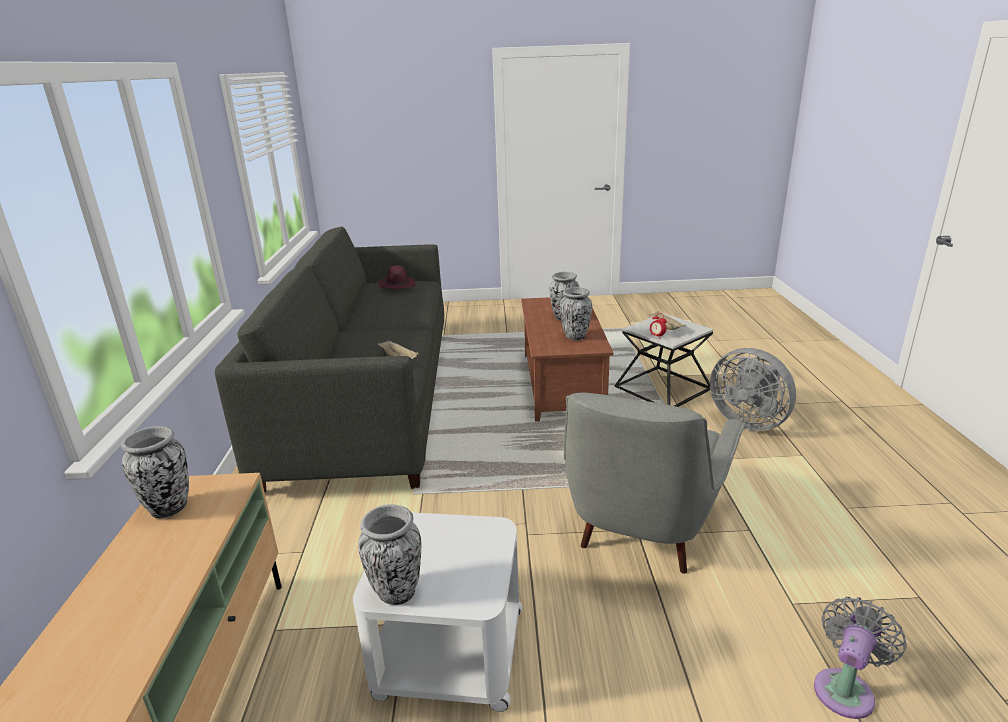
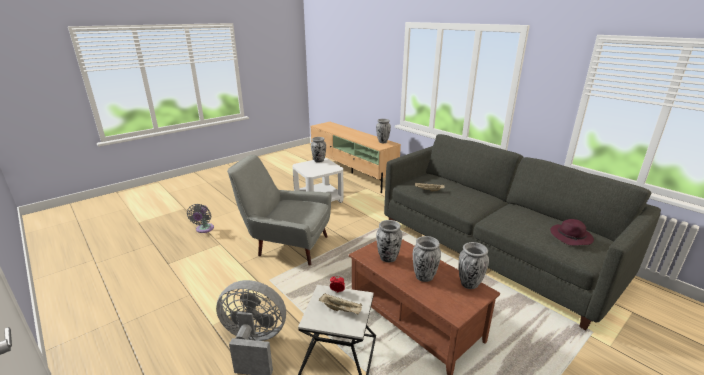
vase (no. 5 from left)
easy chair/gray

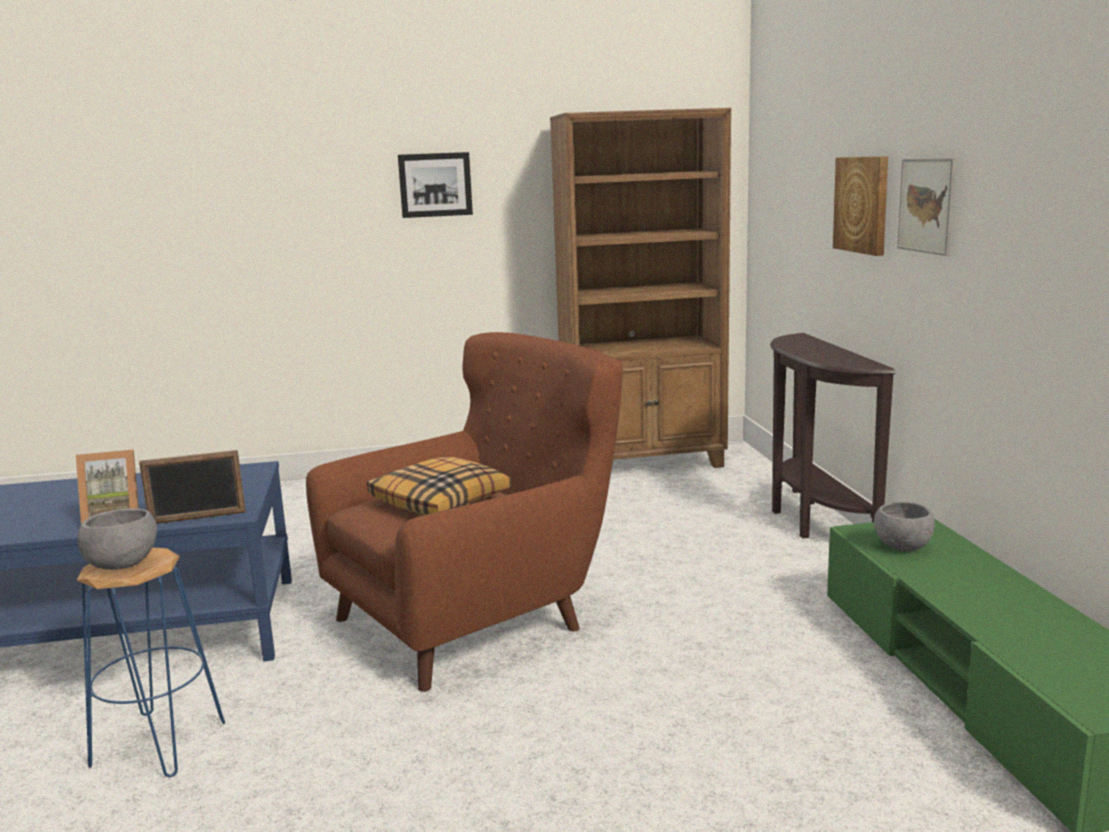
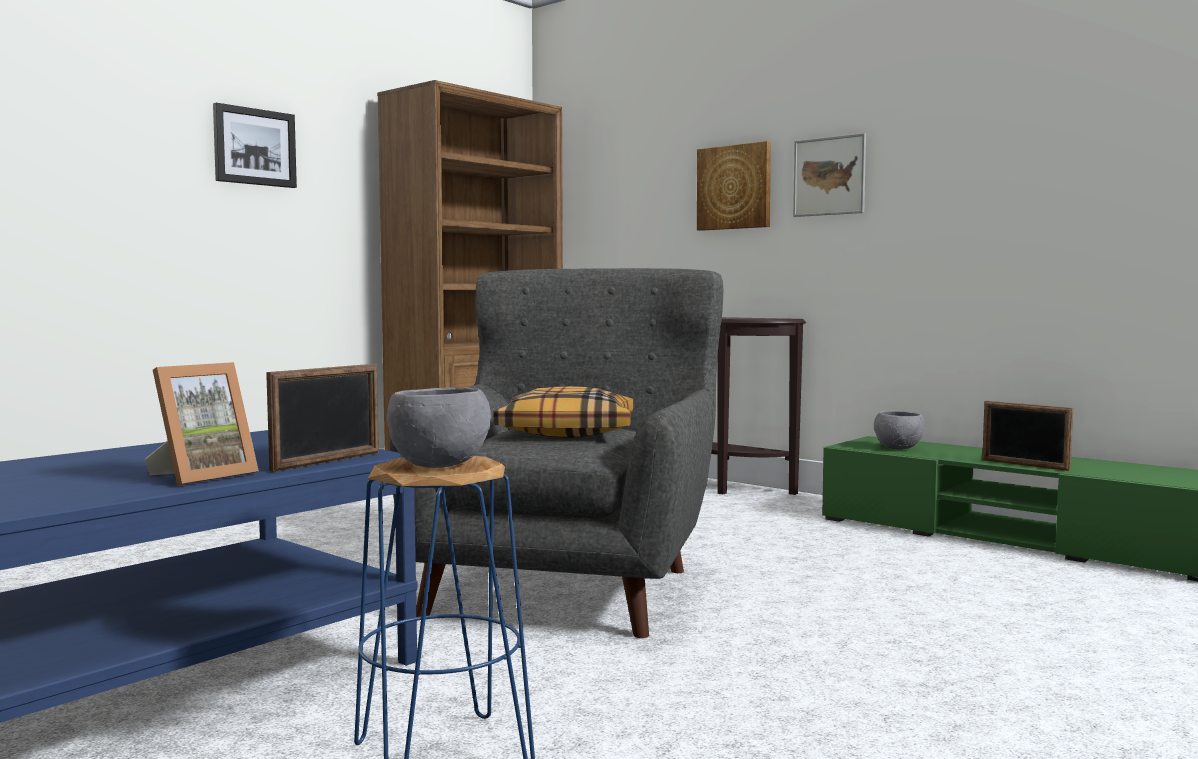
photo frame (no. 3 from left)
easy chair/gray

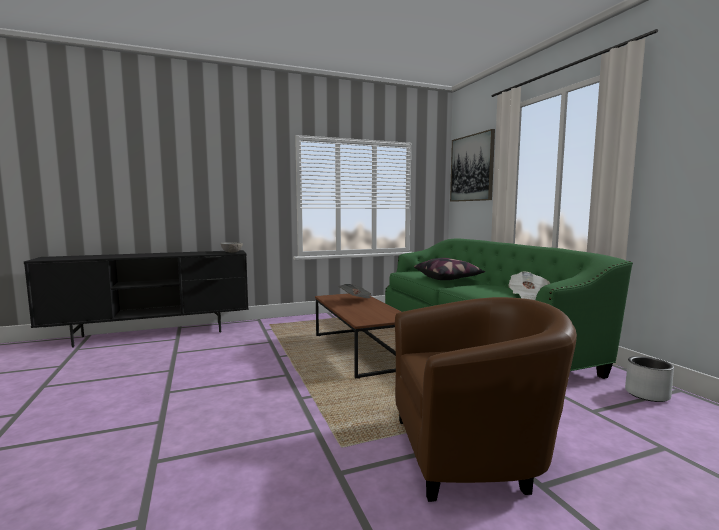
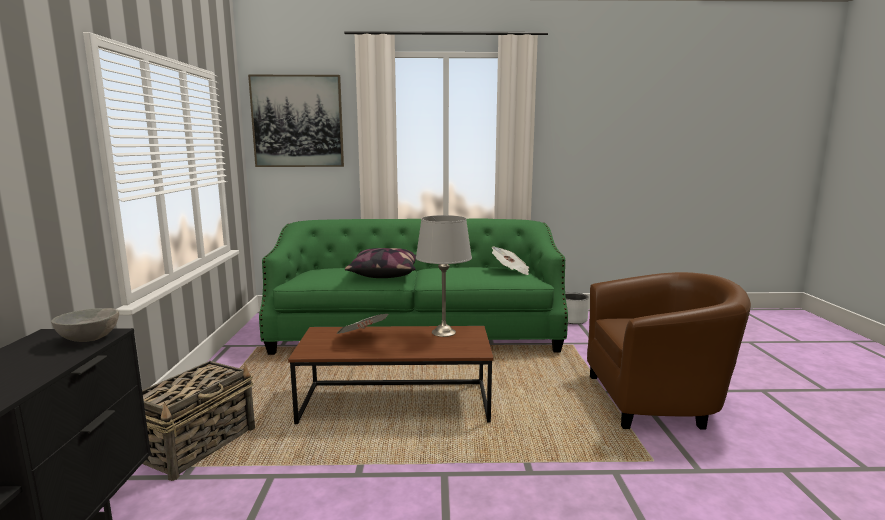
basket
tabletop lamp/gray
easy chair/brownish

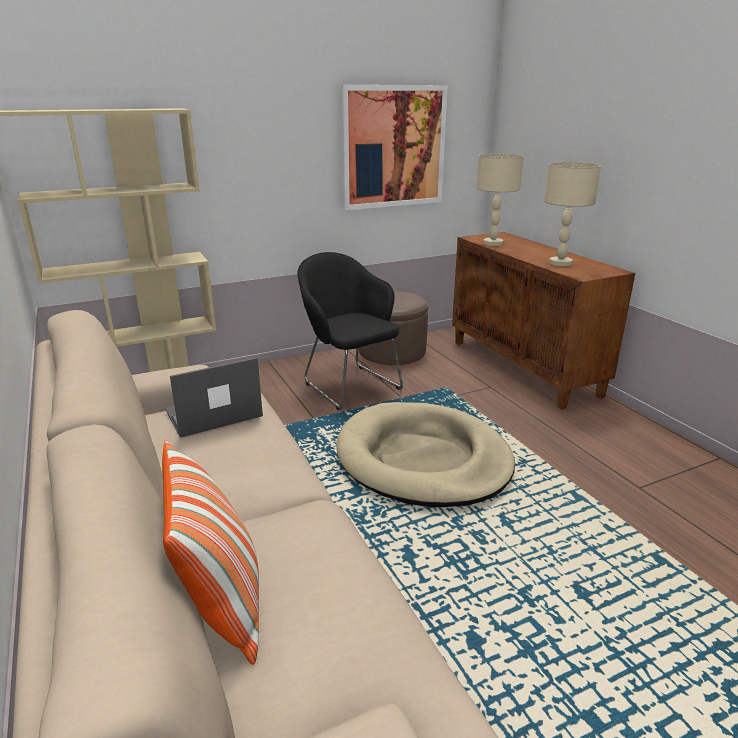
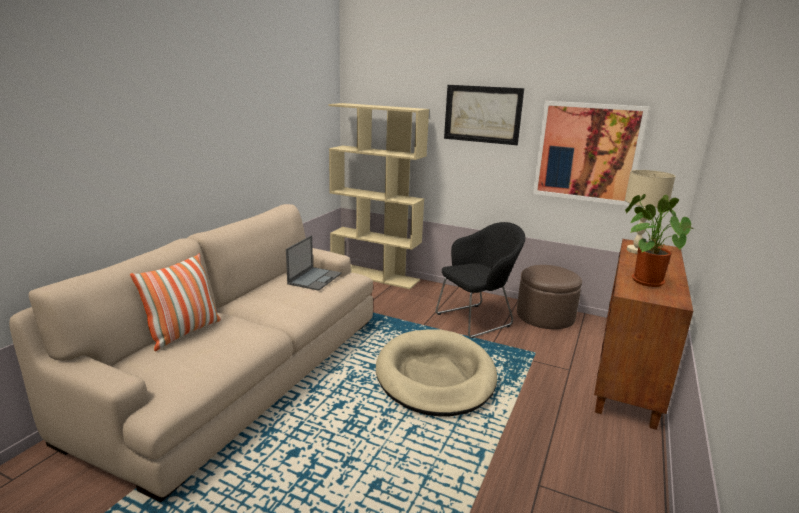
wall art (no. 1 from left)
houseplant
laptop
easy chair/black

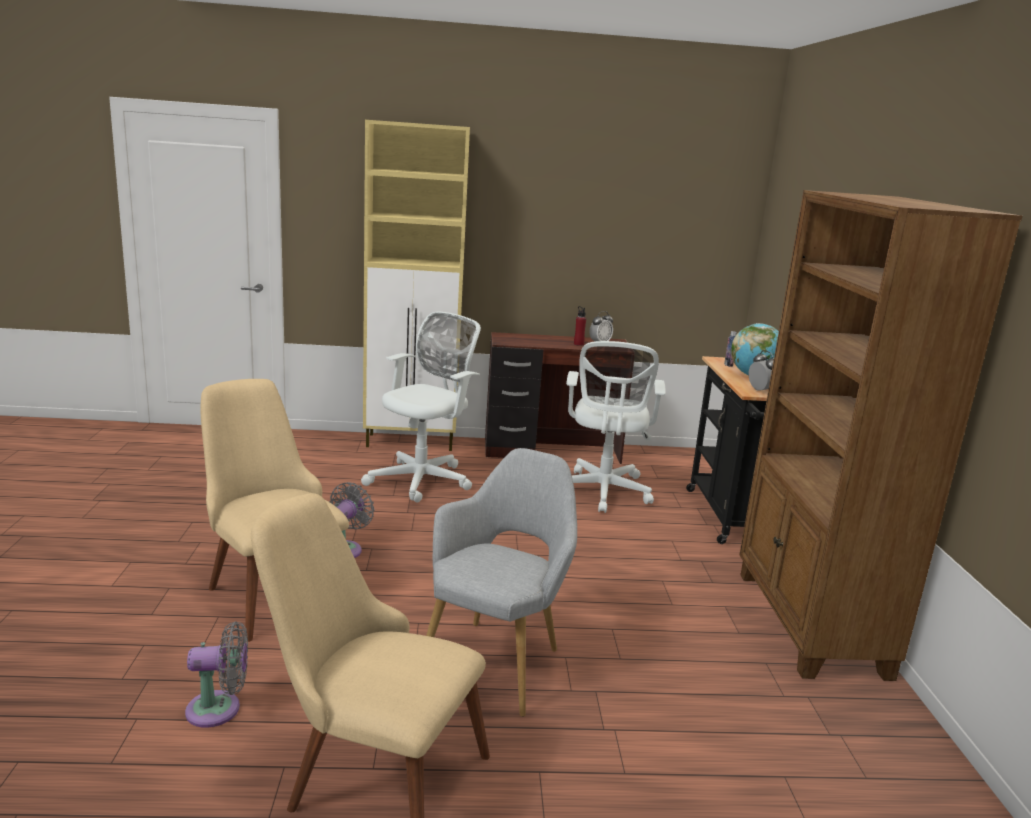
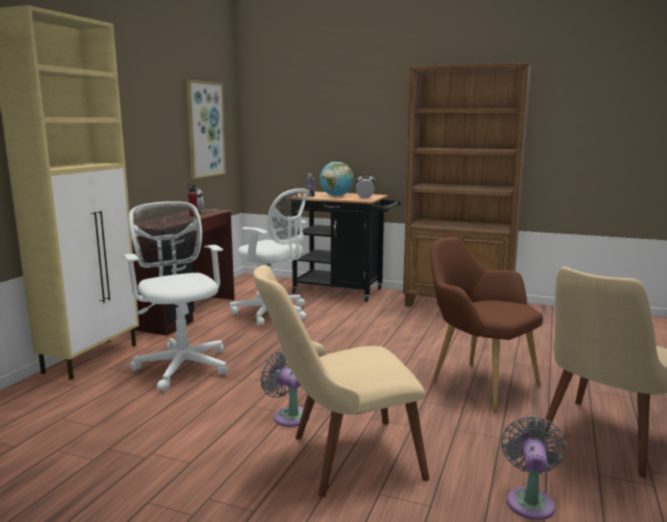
wall art
easy chair/brownish

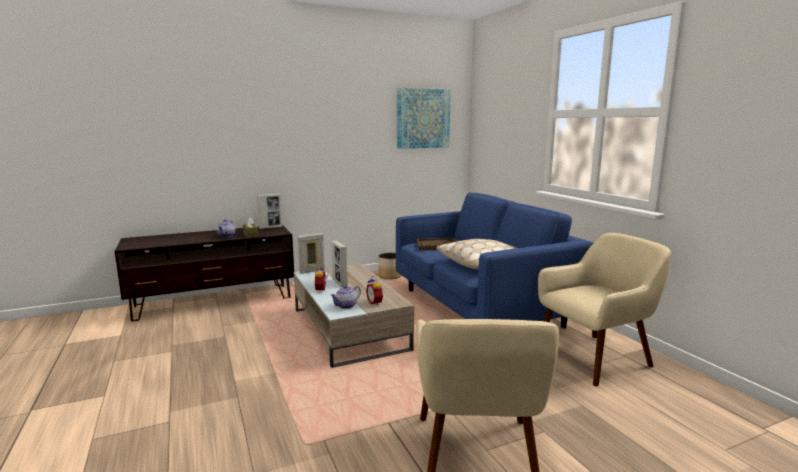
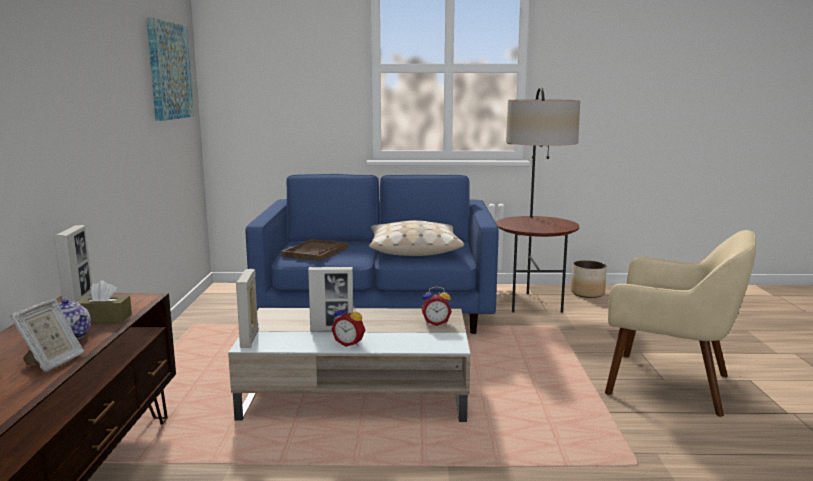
tea pot (no. 2 from left in the first image)
photo frame (no. 1 from left)
flower pot
standard lamp

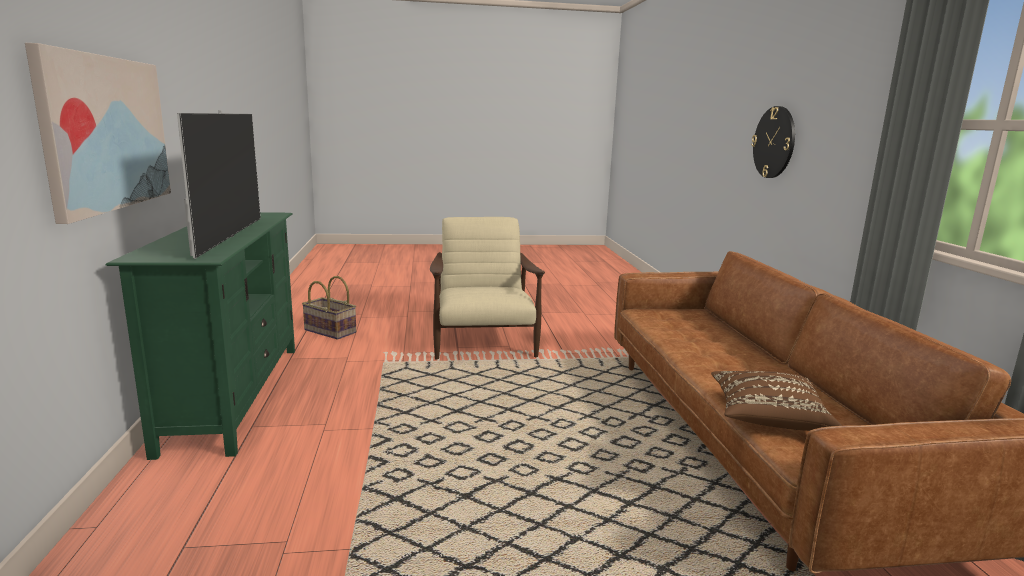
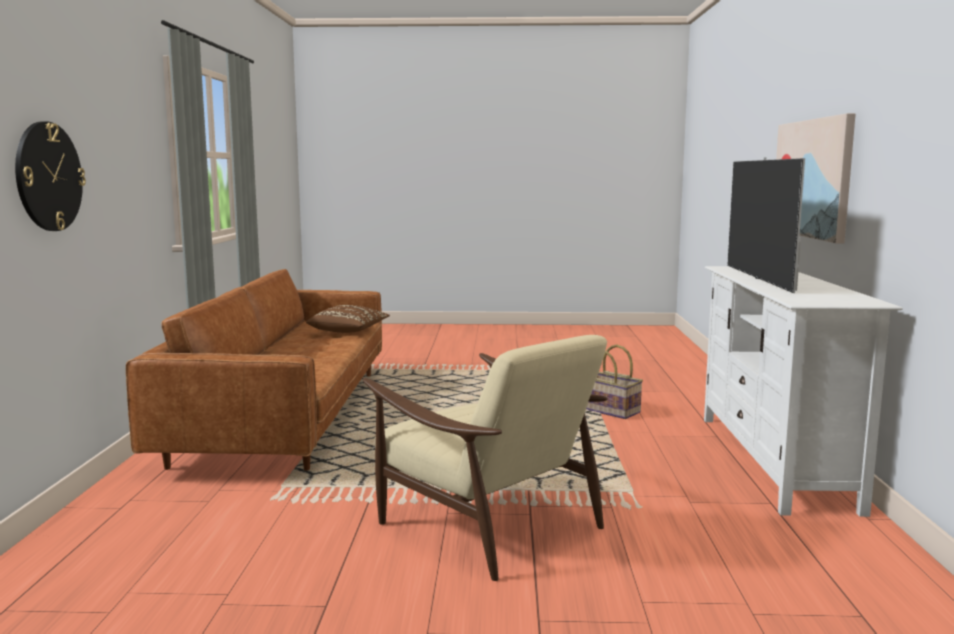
basket
tv stand/white-coloured
easy chair/sand-coloured

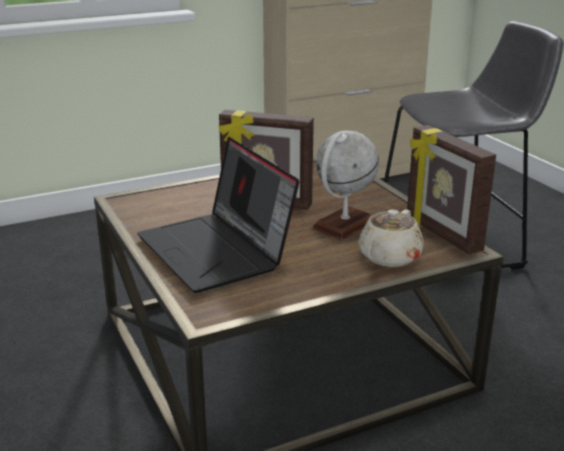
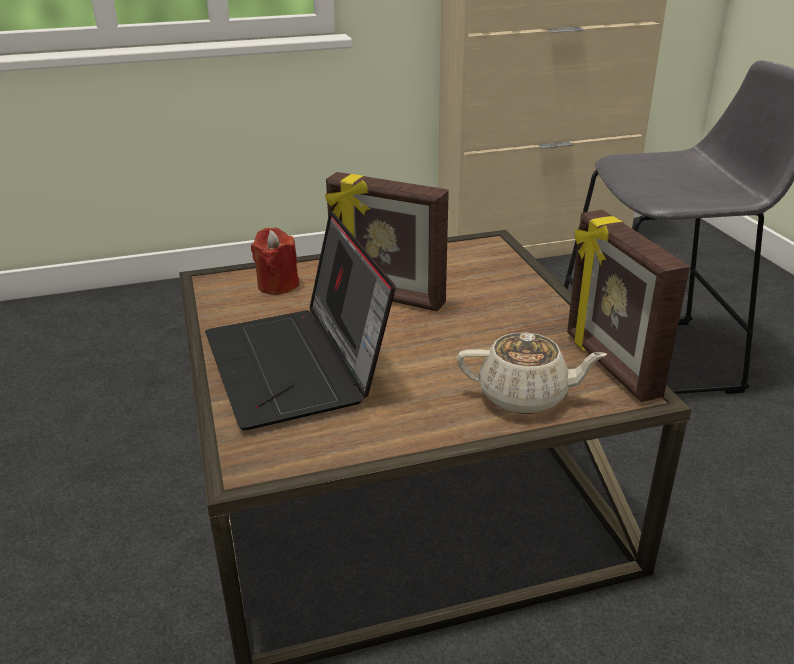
world globe
wax light/red-coloured
tea pot/sand-coloured

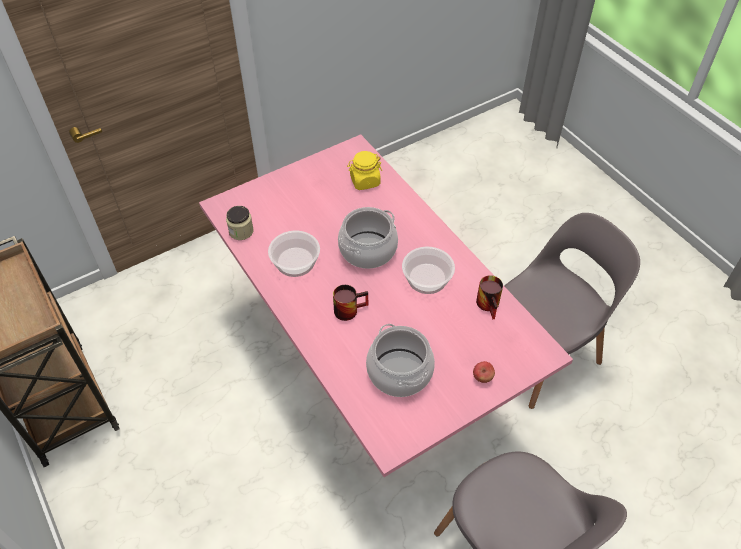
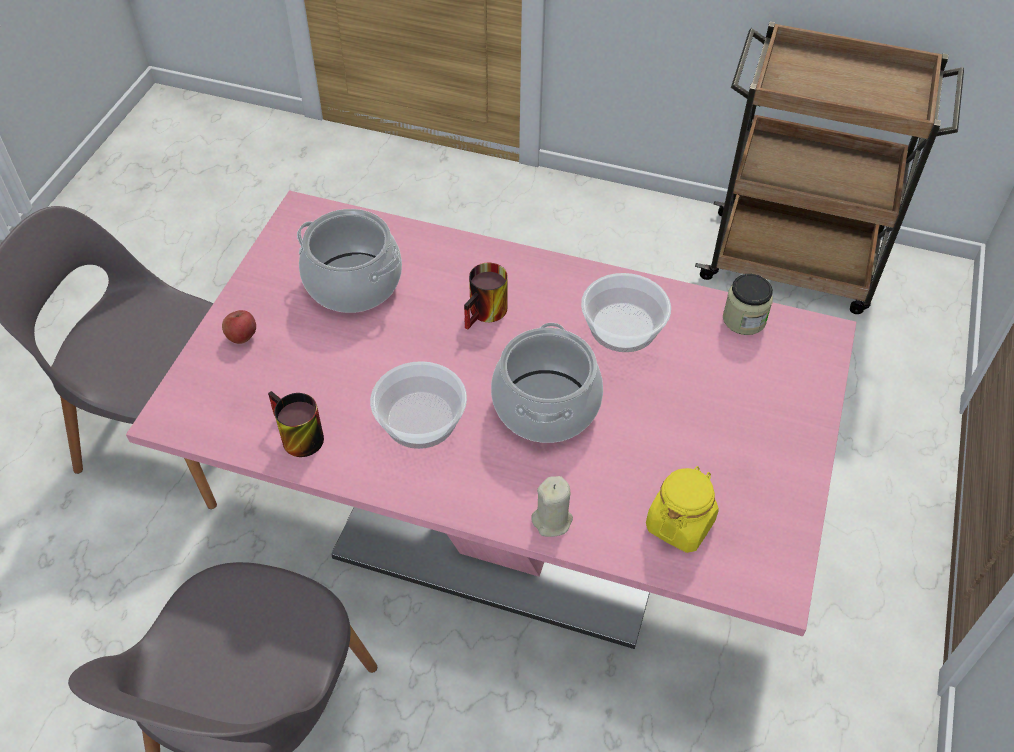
wax light/sand-coloured

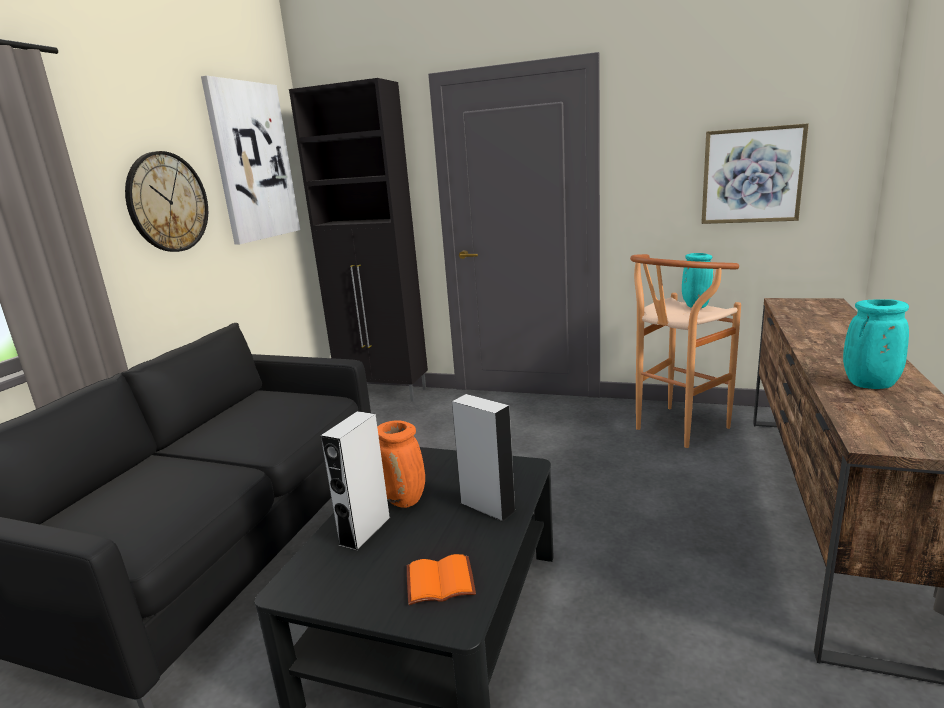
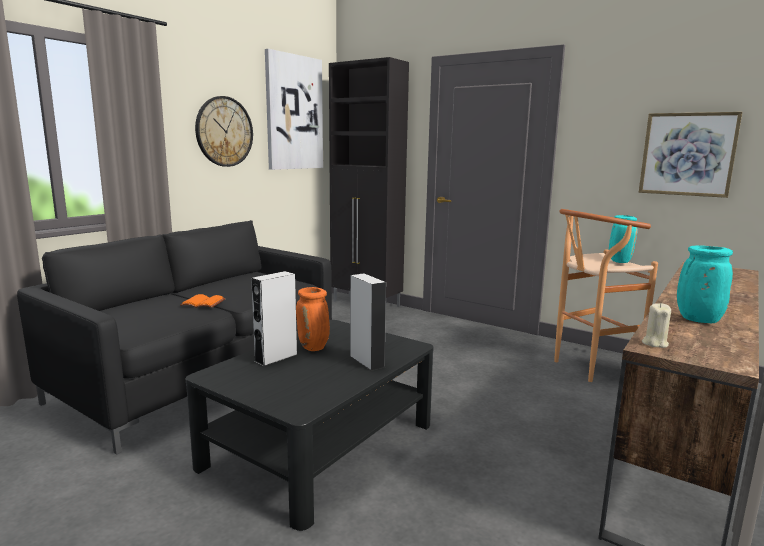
wax light/sand-coloured
bound book/orangey

